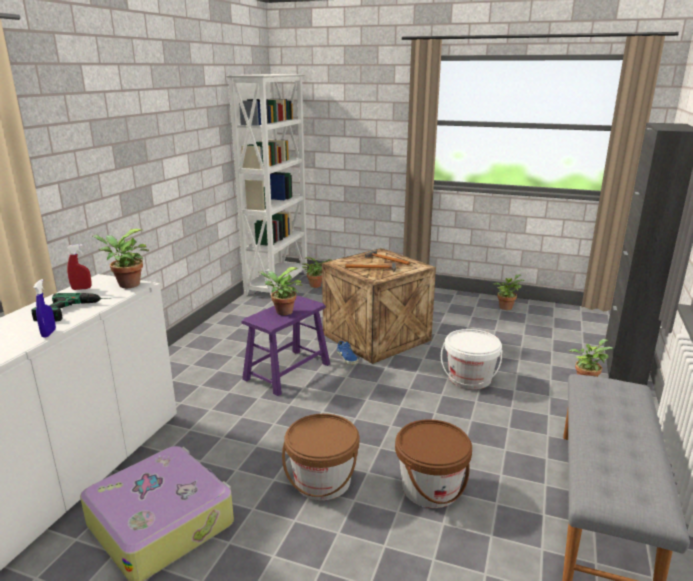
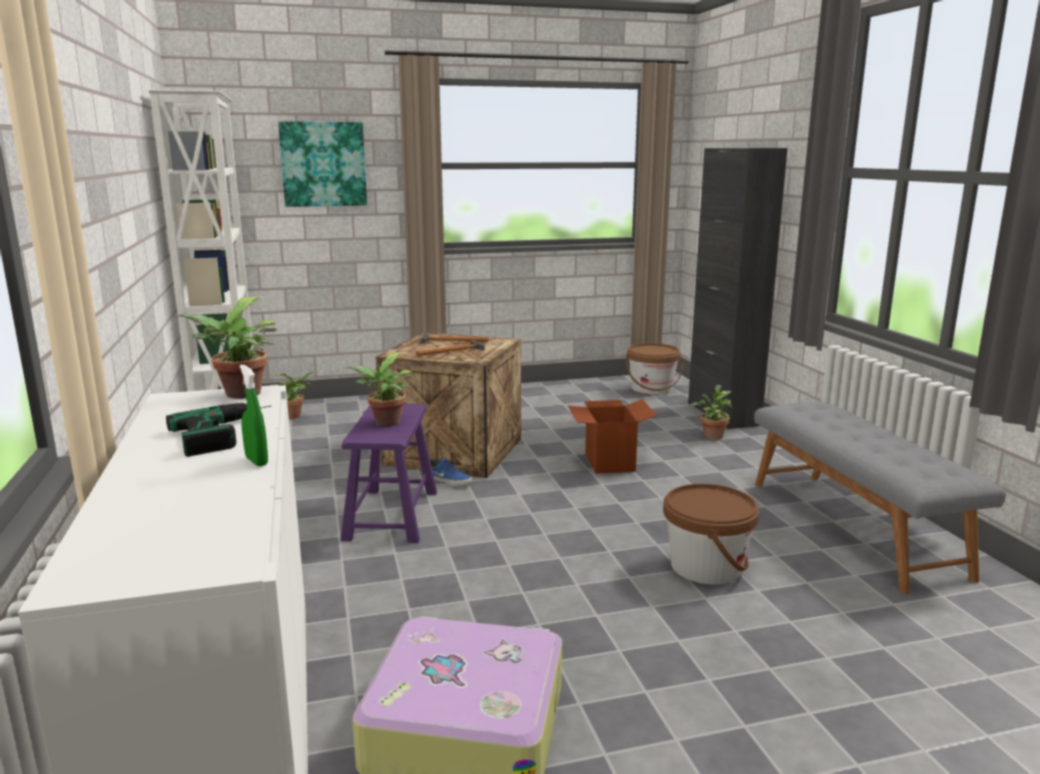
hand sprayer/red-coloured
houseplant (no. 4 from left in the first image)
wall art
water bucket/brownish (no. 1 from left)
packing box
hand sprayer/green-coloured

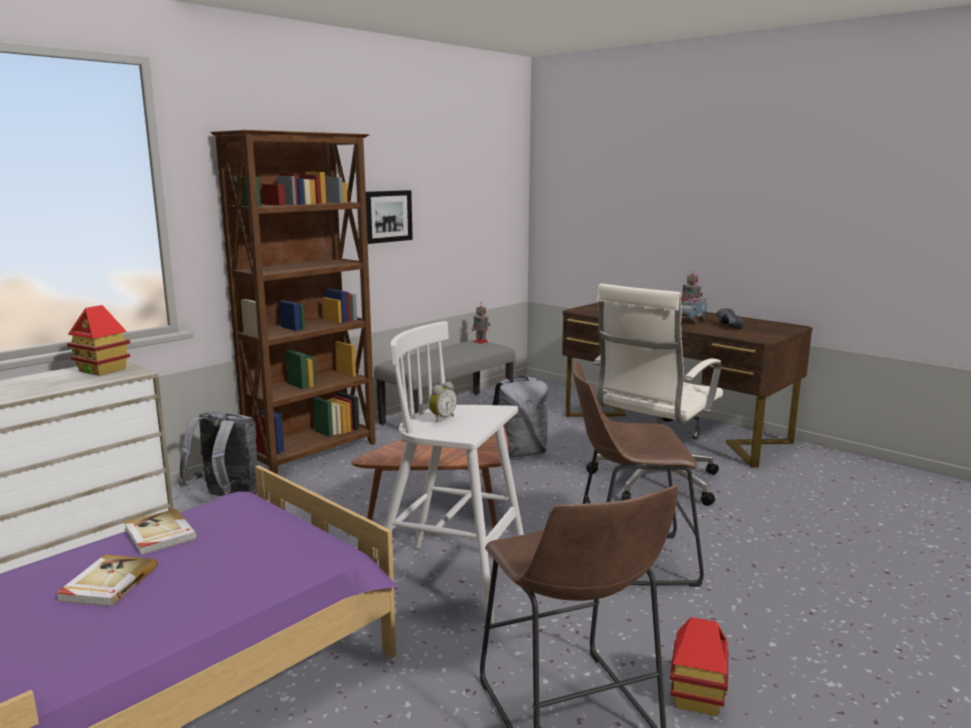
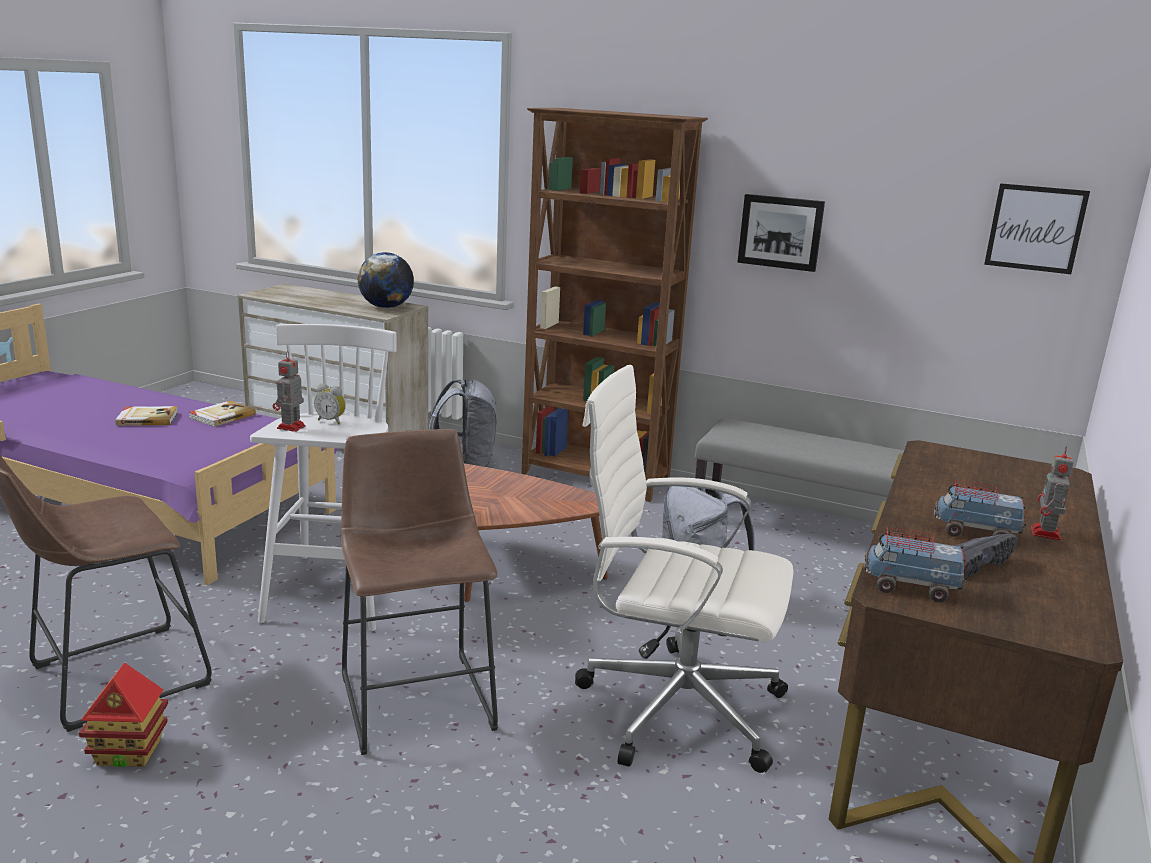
toy lorry (no. 1 from left)
wall art (no. 2 from left)
robot figure (no. 1 from left)
world globe

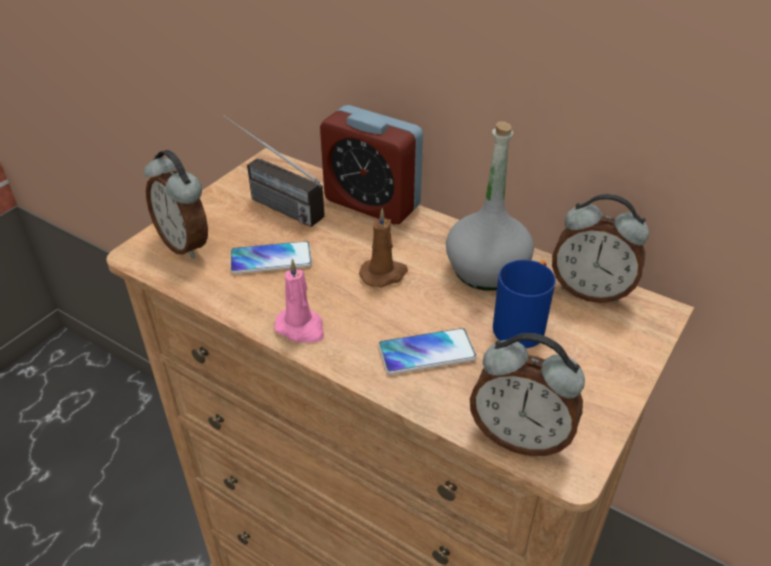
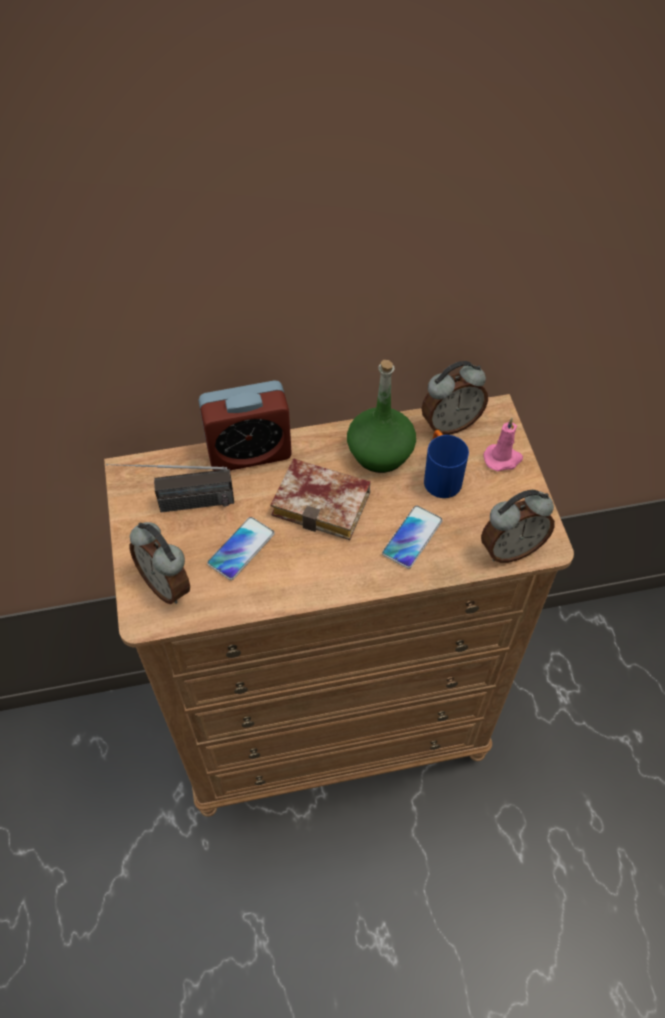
wax light/pink-coloured
bound book
bottle/green-coloured
alarm clock (no. 1 from left)

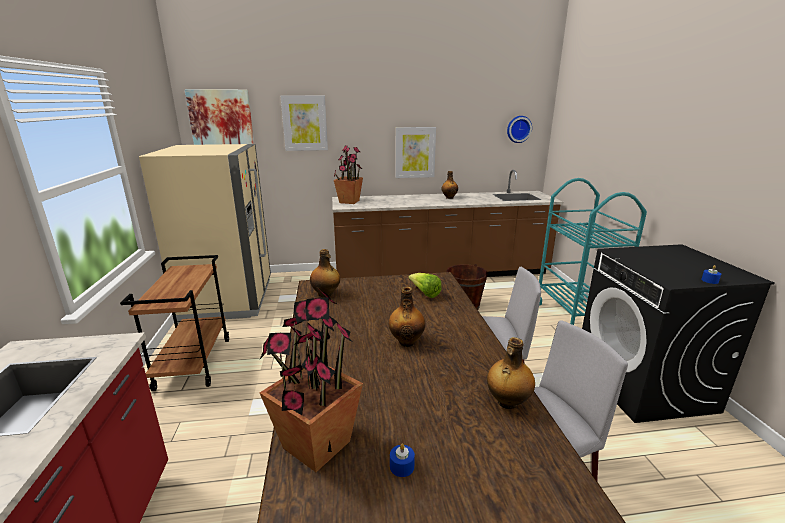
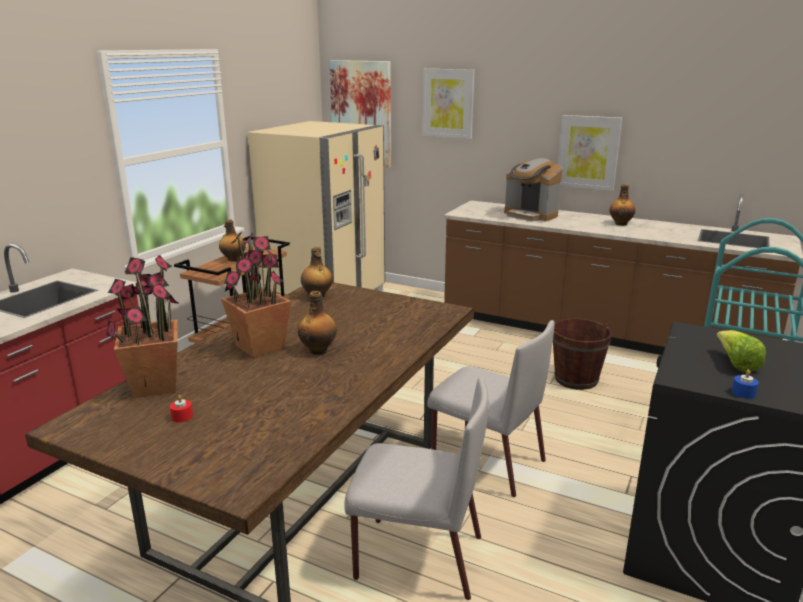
wall clock
coffee brewer
houseplant (no. 2 from left)
head of lettuce
bottle (no. 1 from left)
wax light/red-coloured

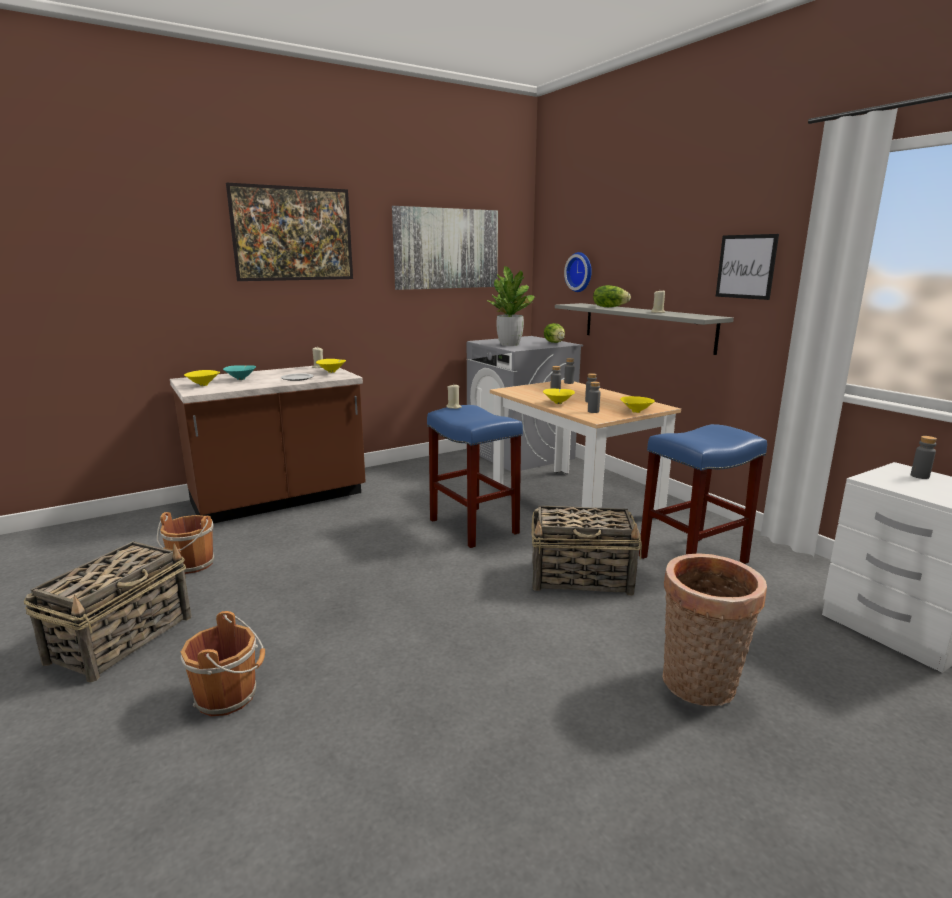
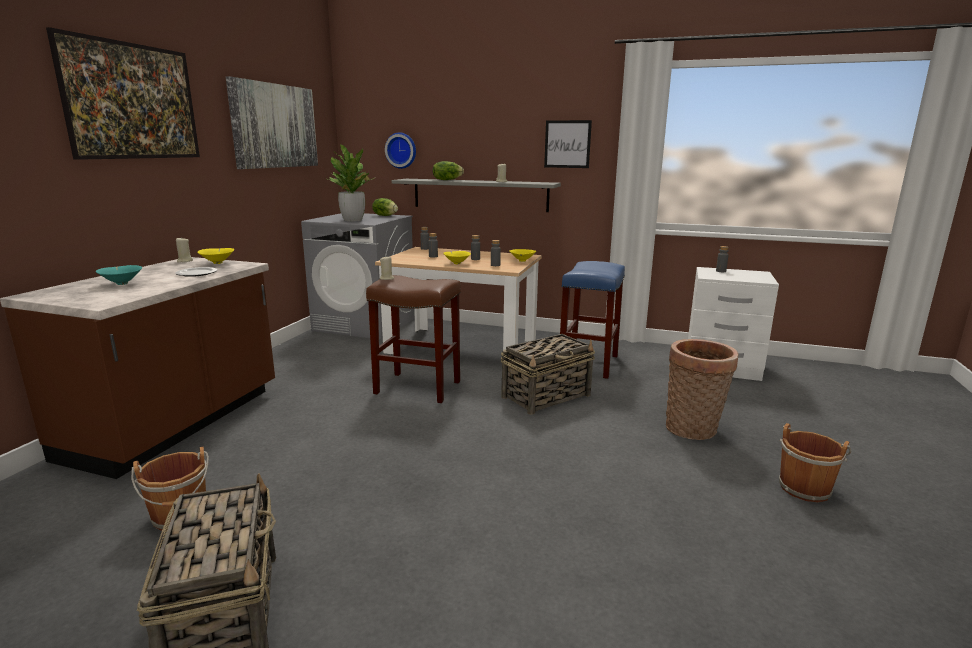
bowl/yellowish (no. 1 from left in the first image)
water bucket/brownish (no. 2 from left)
stool/brownish

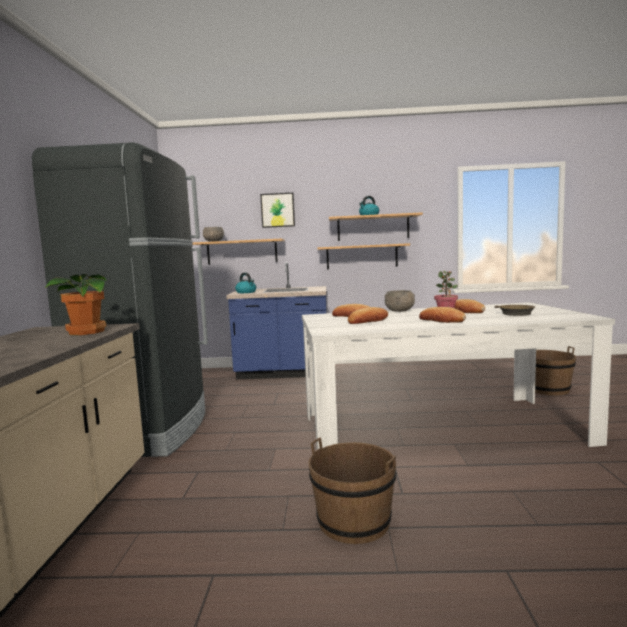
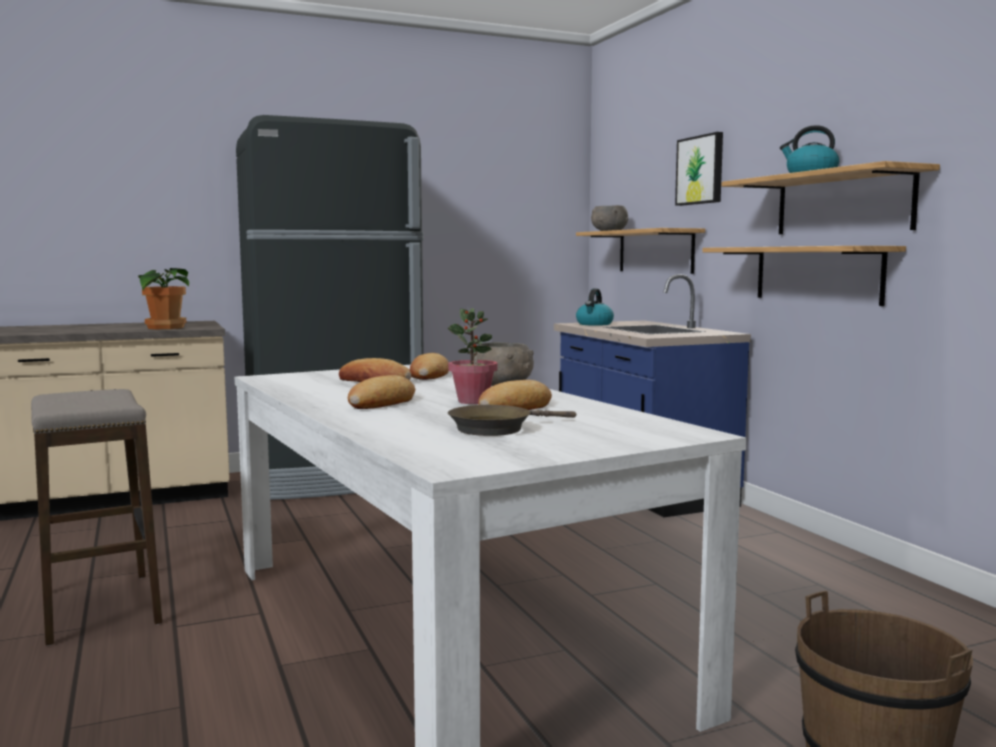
stool

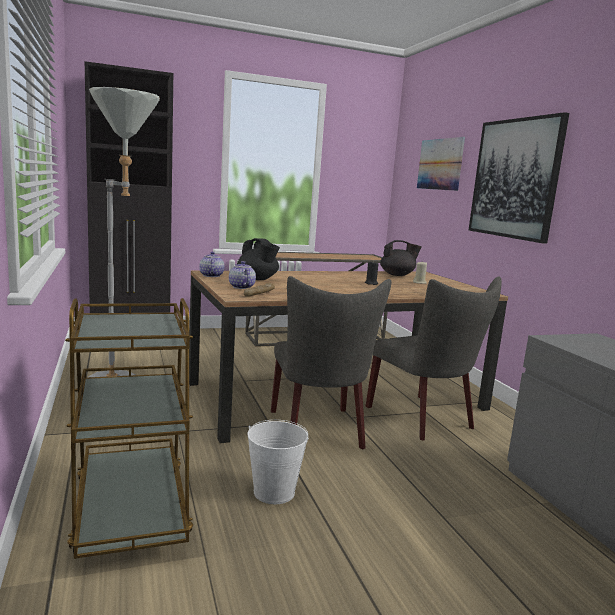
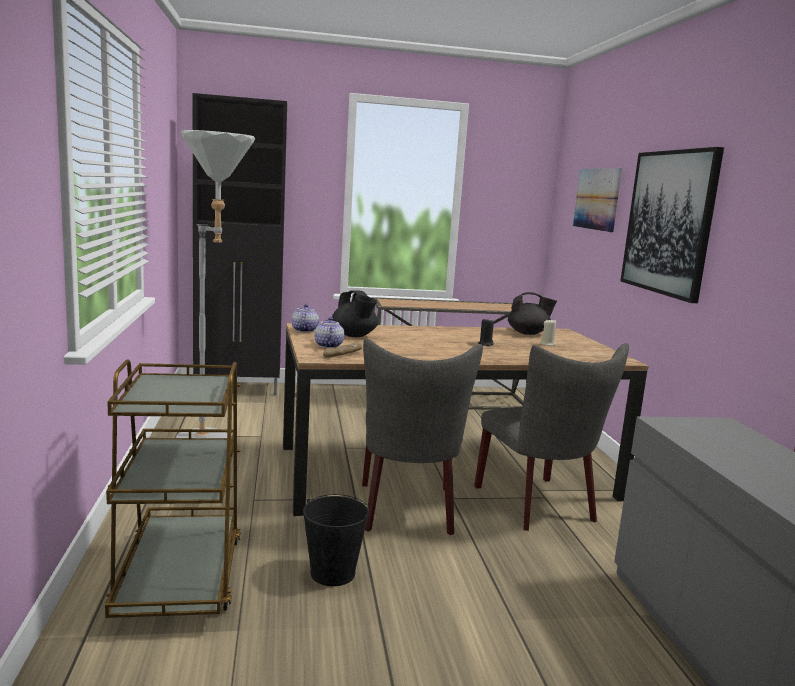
water bucket/black

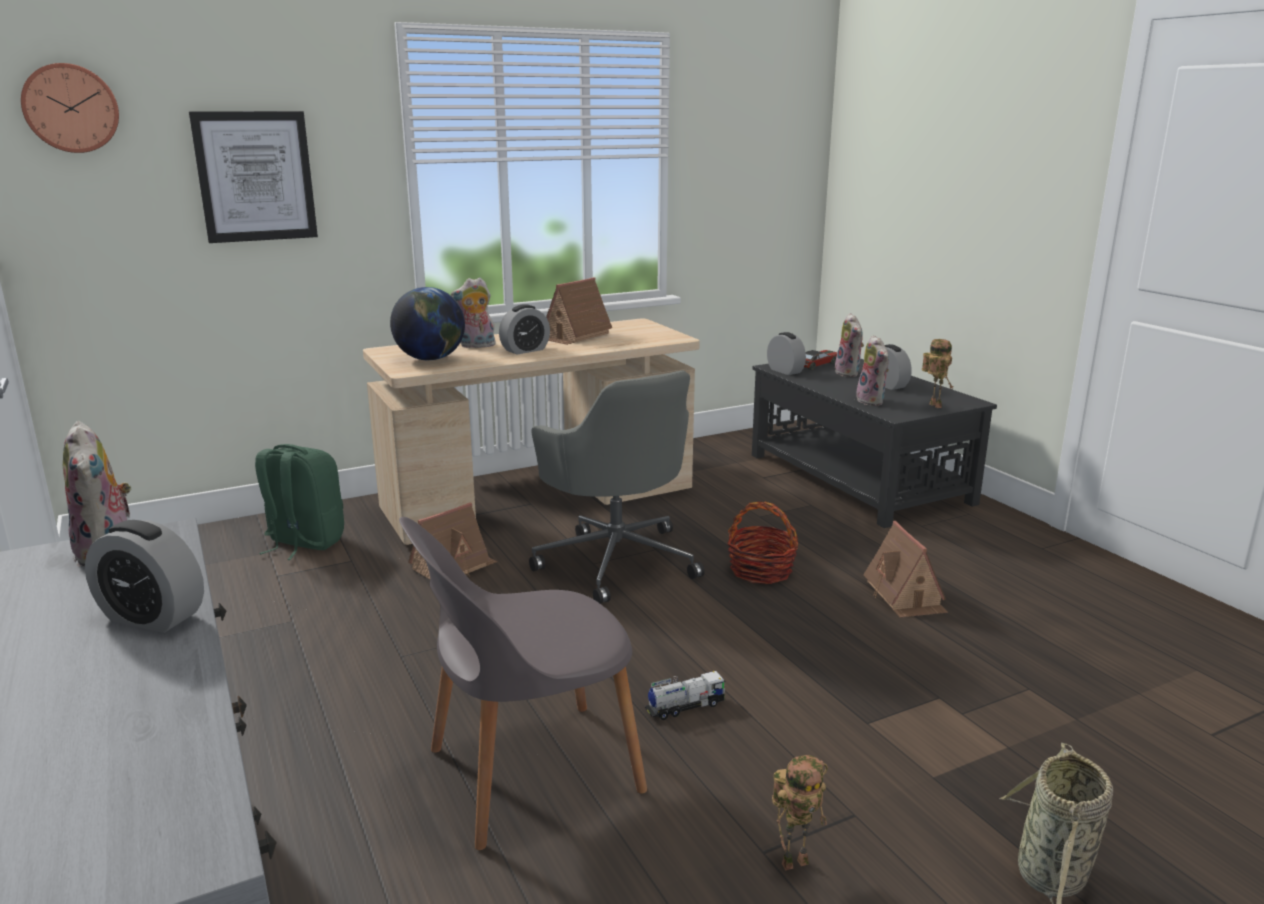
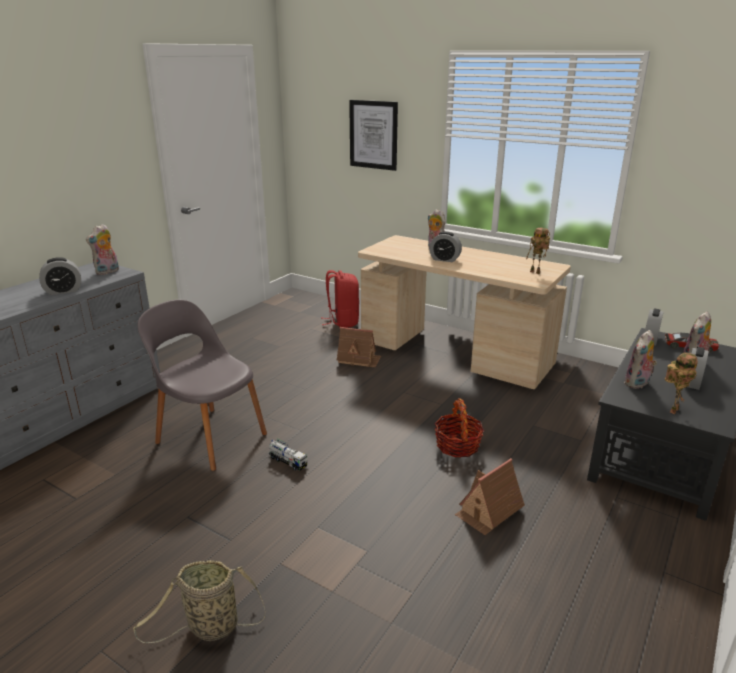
wall clock
world globe
computer chair/gray
miniature house (no. 2 from left in the first image)
robot figure (no. 1 from left)
knapsack/red-coloured
alarm clock (no. 1 from left)

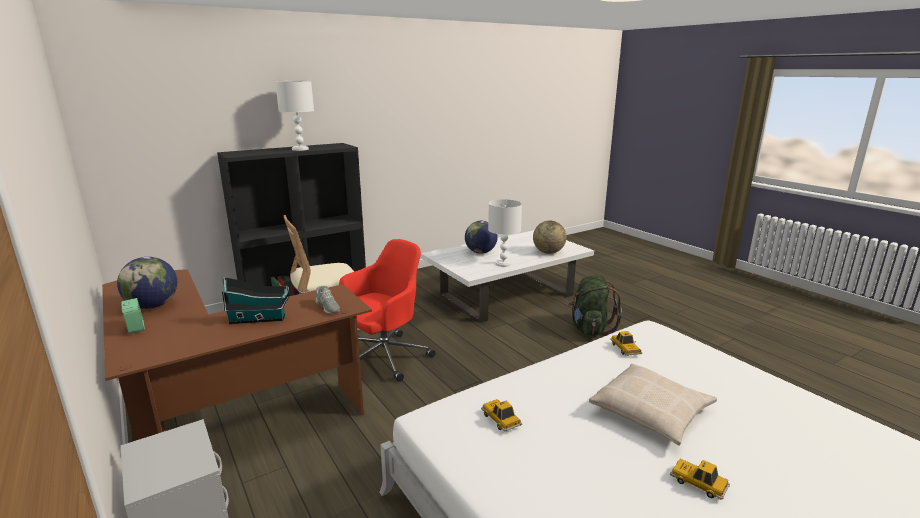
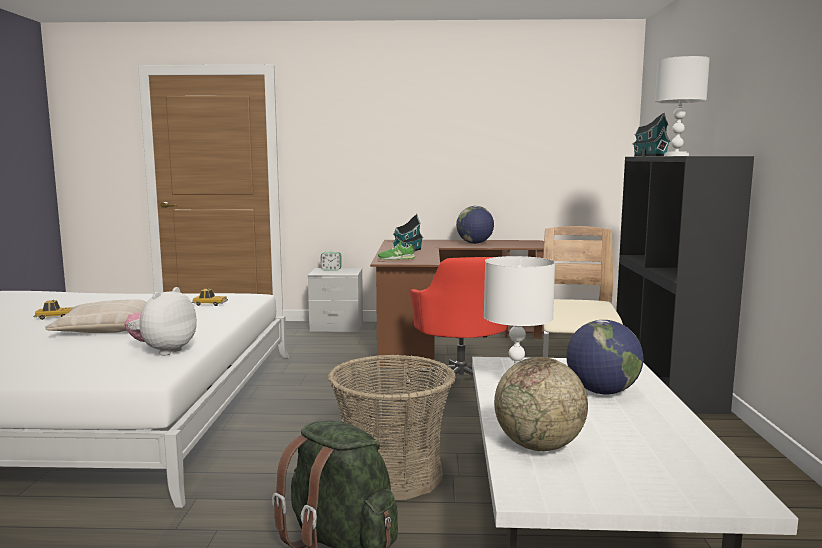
basket
miniature house (no. 2 from left)
alarm clock
cuddly toy
shoe/green-coloured

